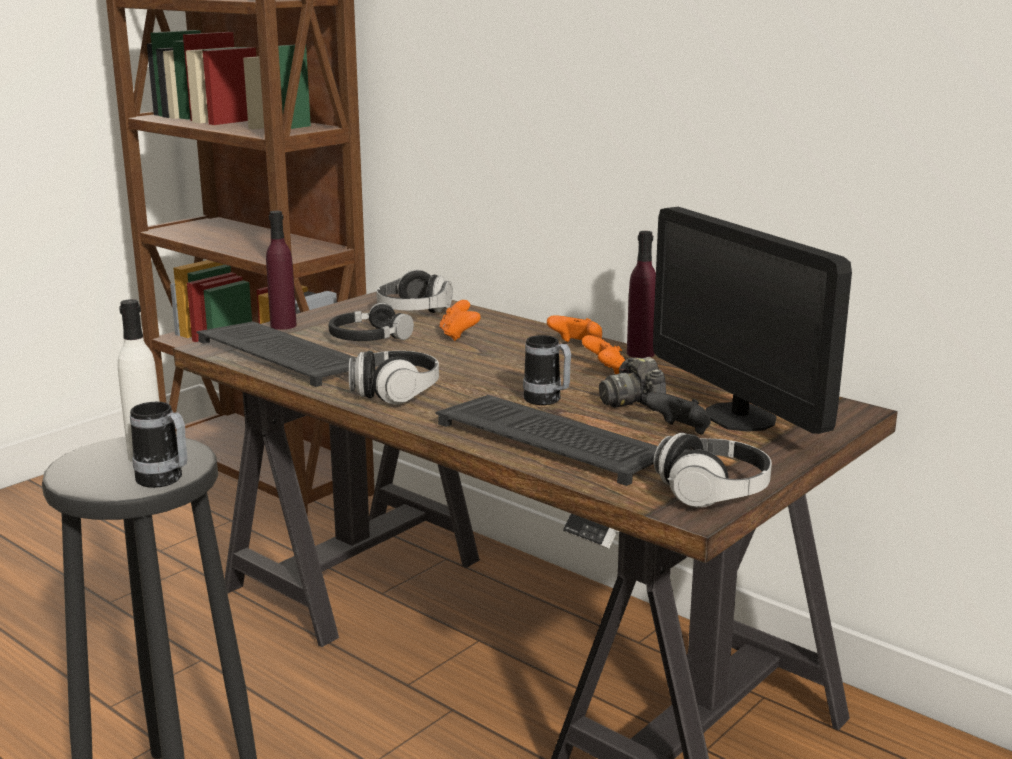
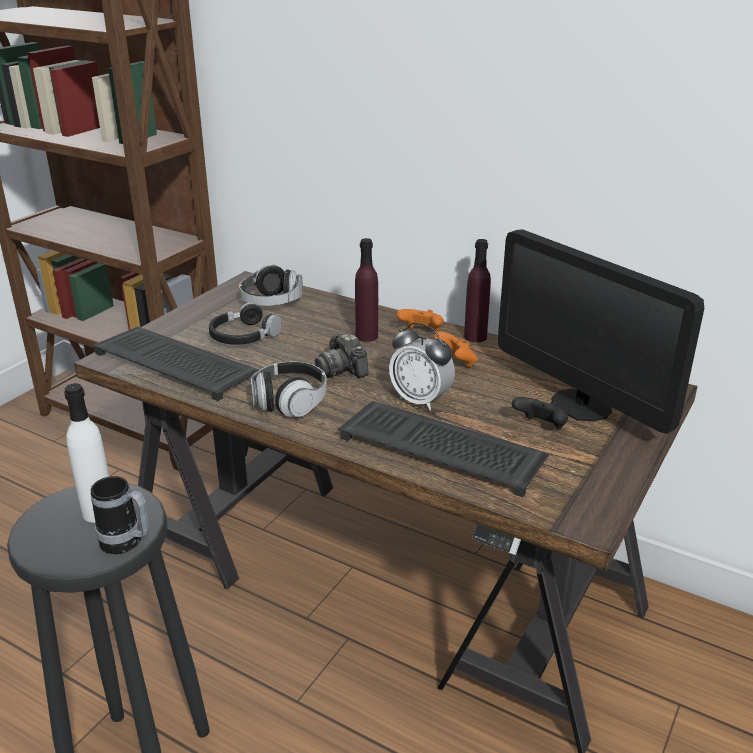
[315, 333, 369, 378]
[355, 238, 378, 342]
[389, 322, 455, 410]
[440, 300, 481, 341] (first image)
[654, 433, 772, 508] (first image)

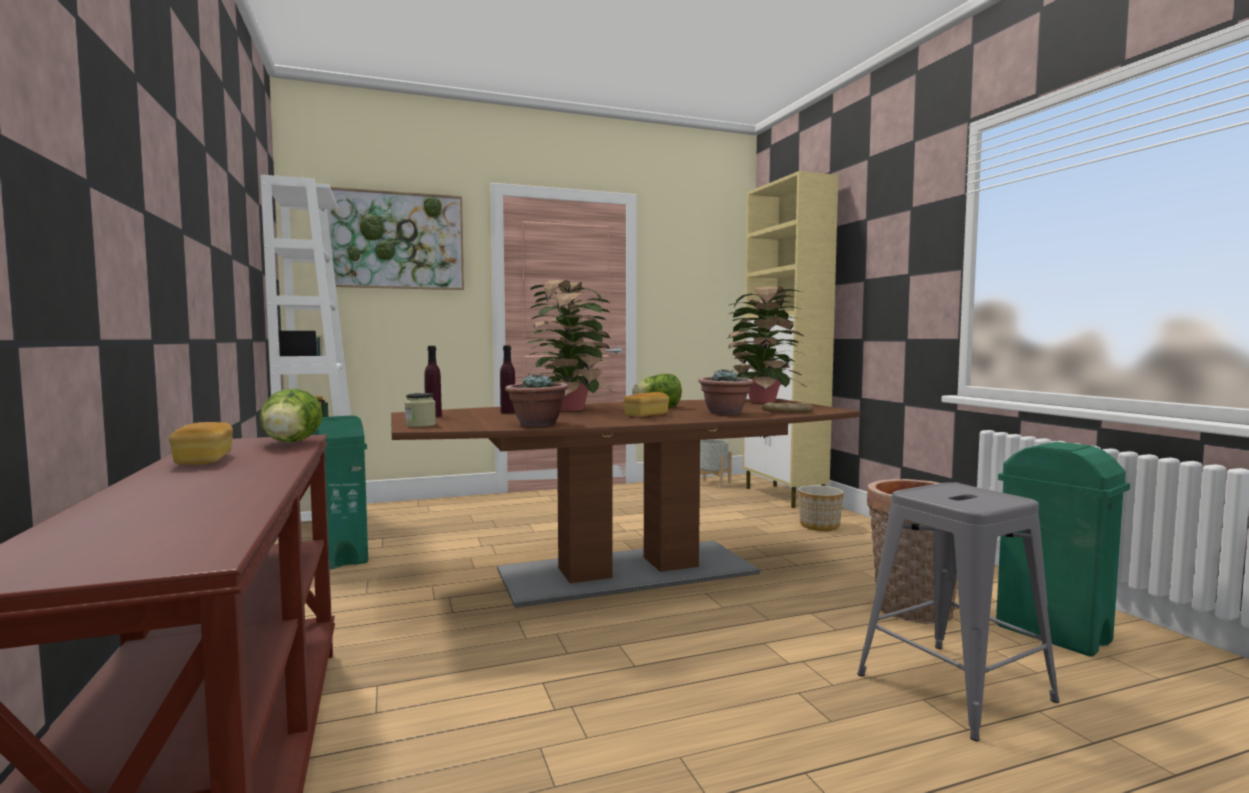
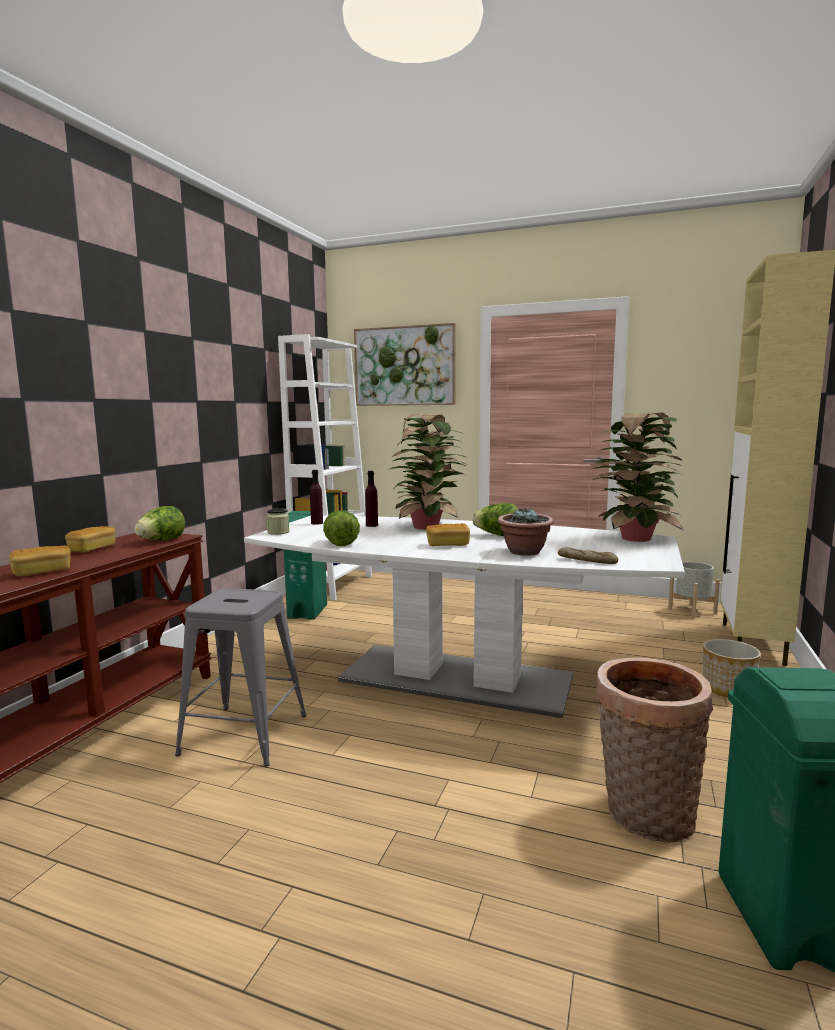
[9, 546, 71, 576]
[175, 588, 306, 766]
[244, 516, 685, 718]
[323, 511, 360, 546]

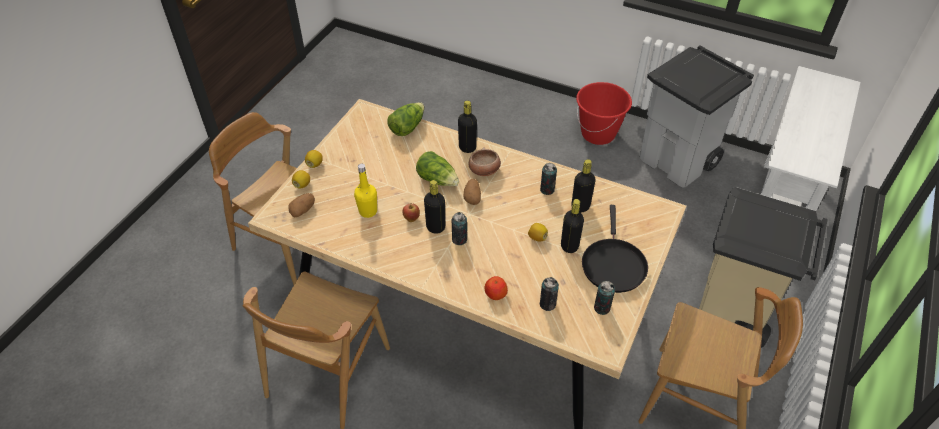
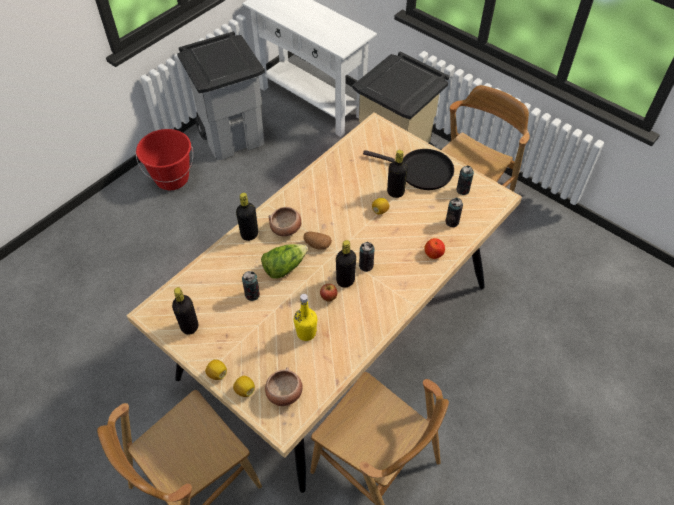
[172, 287, 198, 335]
[242, 271, 260, 301]
[265, 367, 303, 406]
[387, 102, 424, 136] (first image)

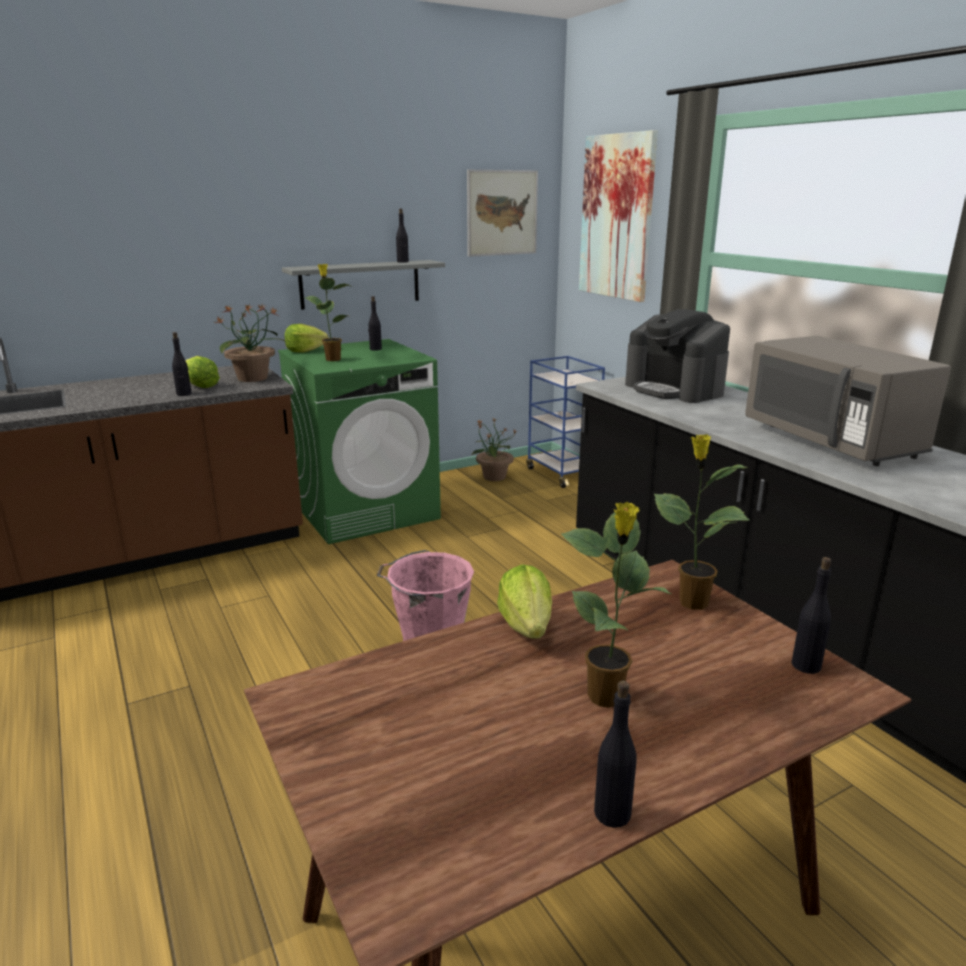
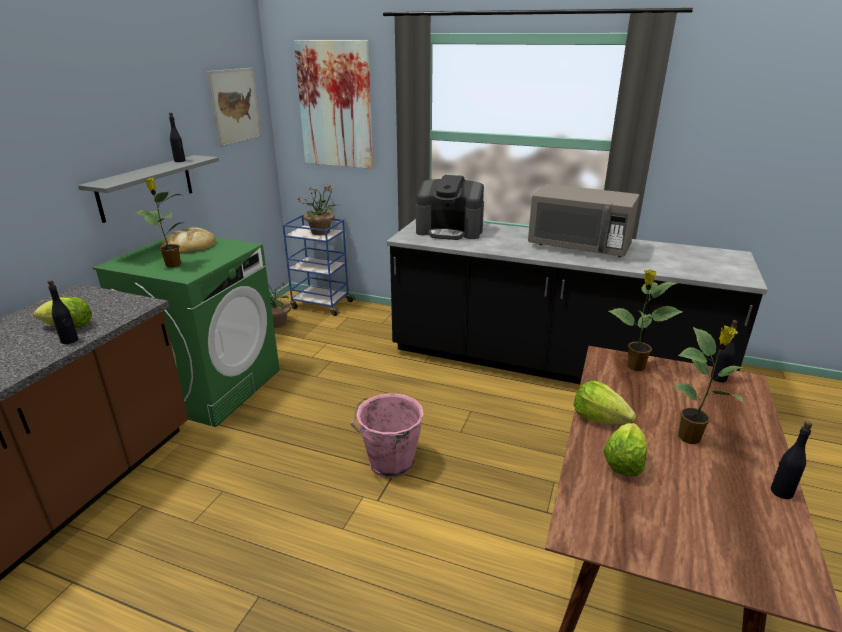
[161, 228, 216, 253]
[298, 184, 338, 235]
[603, 423, 647, 477]

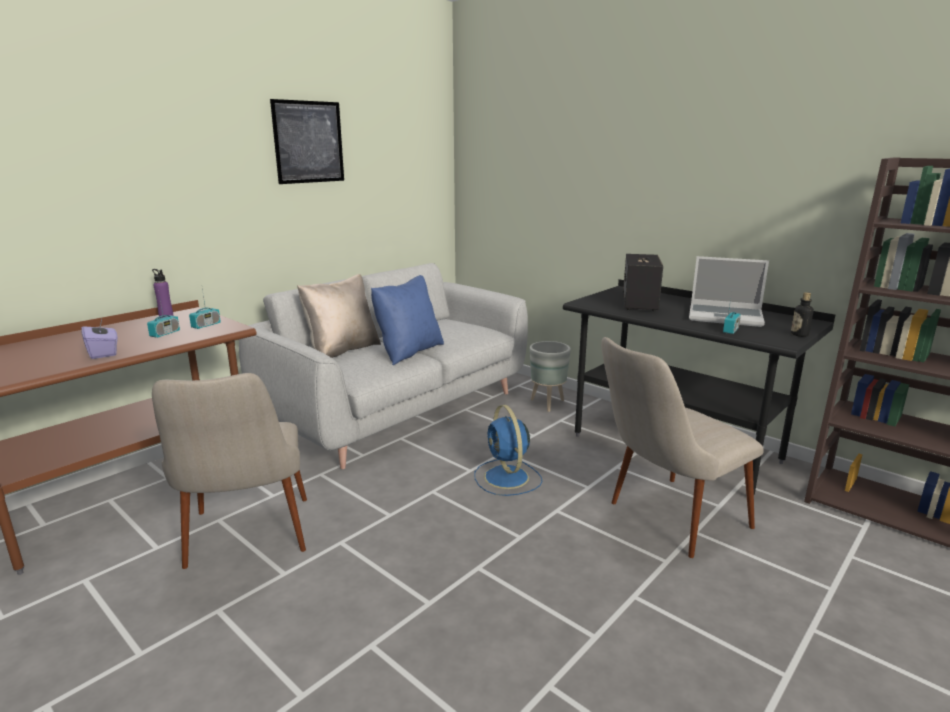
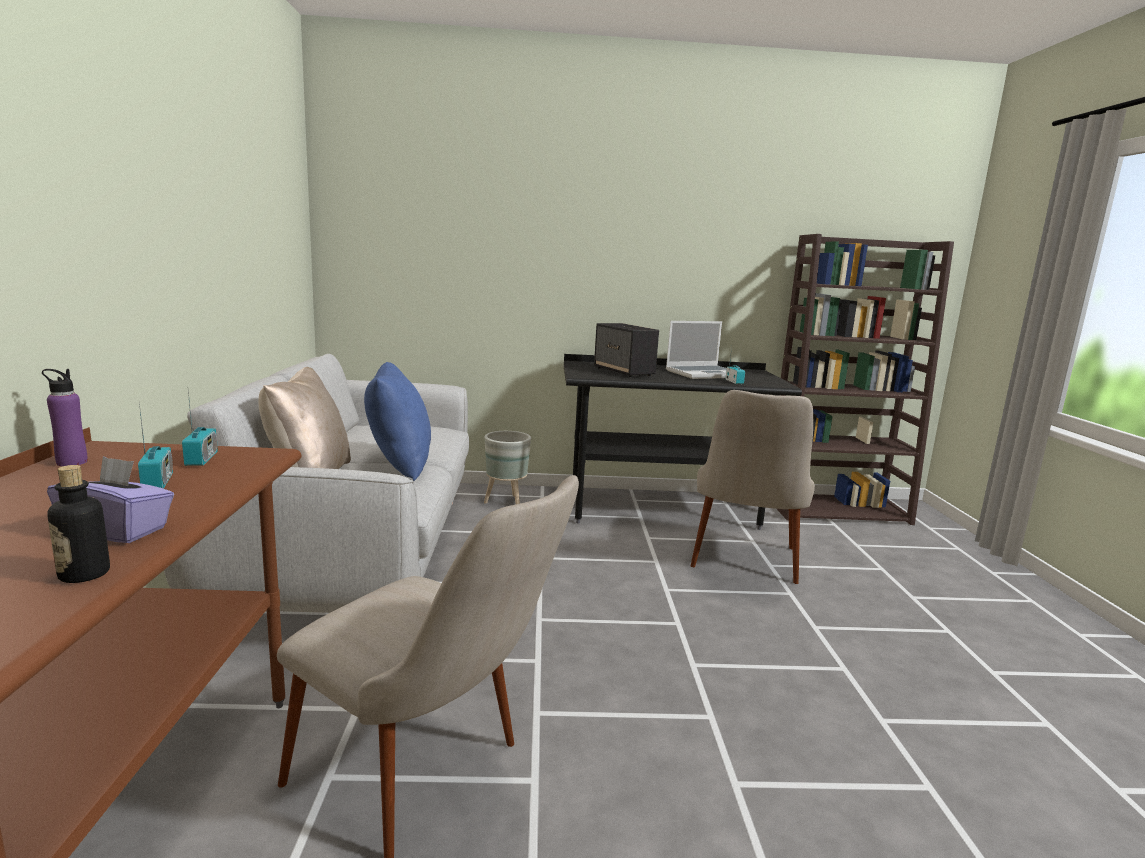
[47, 465, 110, 583]
[270, 99, 344, 184] (first image)
[475, 405, 542, 496] (first image)

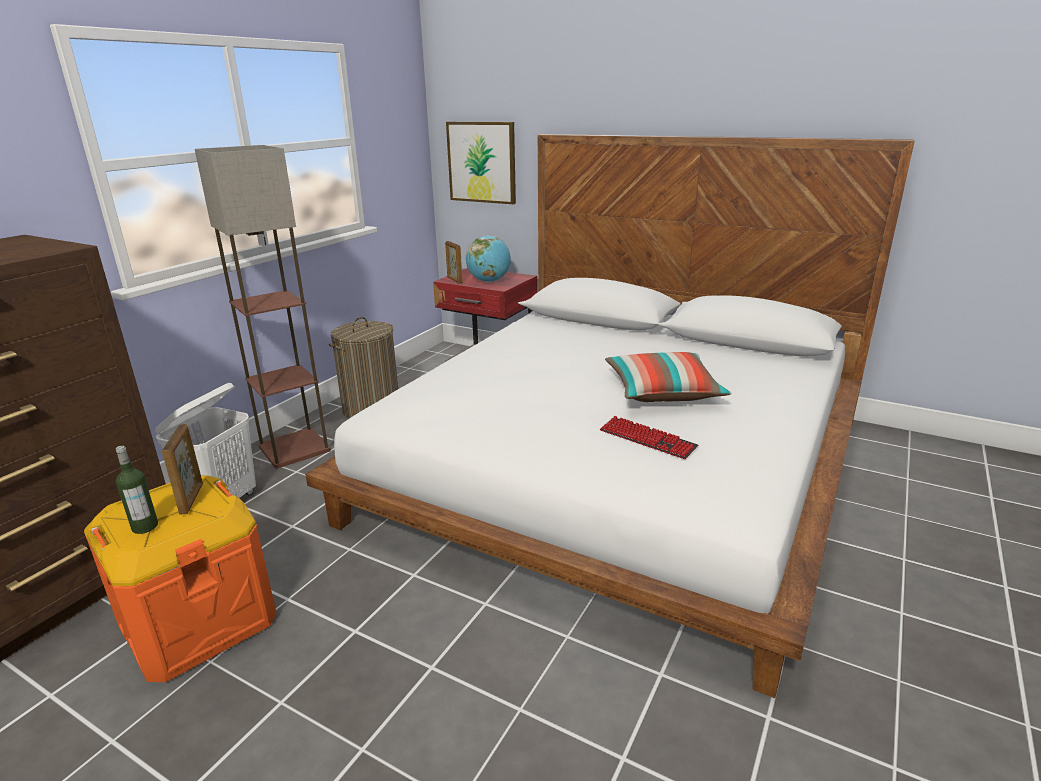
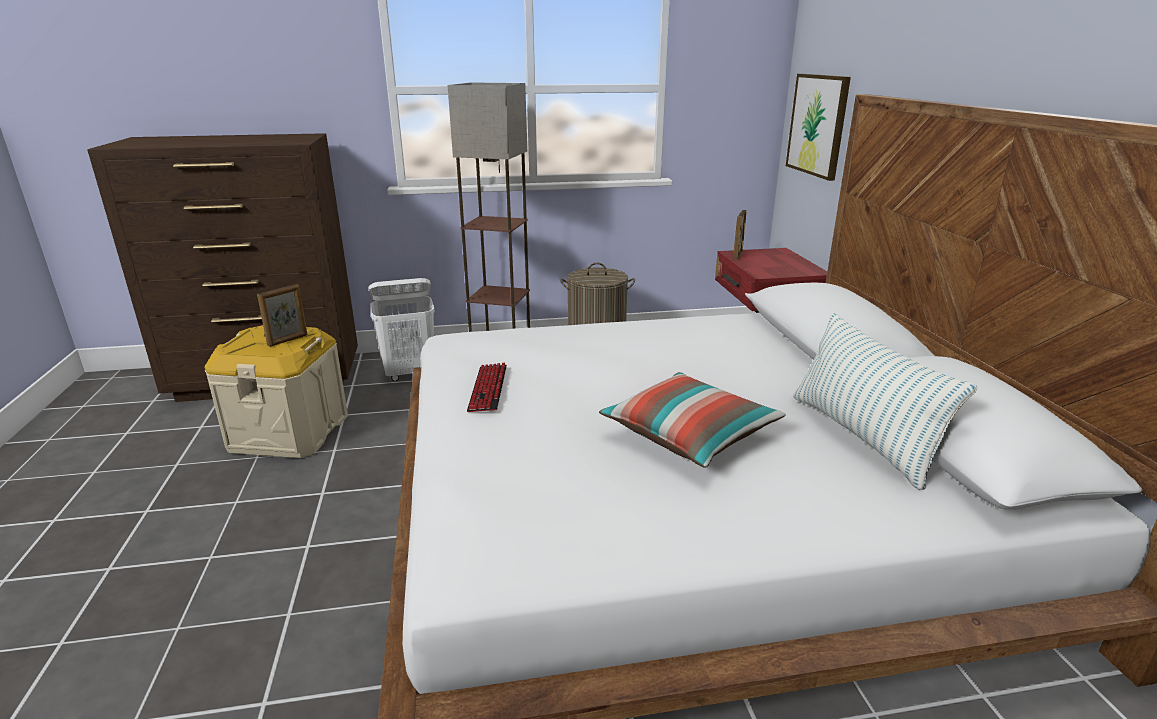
[204, 325, 348, 458]
[467, 363, 507, 412]
[793, 312, 977, 490]
[116, 446, 158, 534] (first image)
[466, 235, 511, 282] (first image)

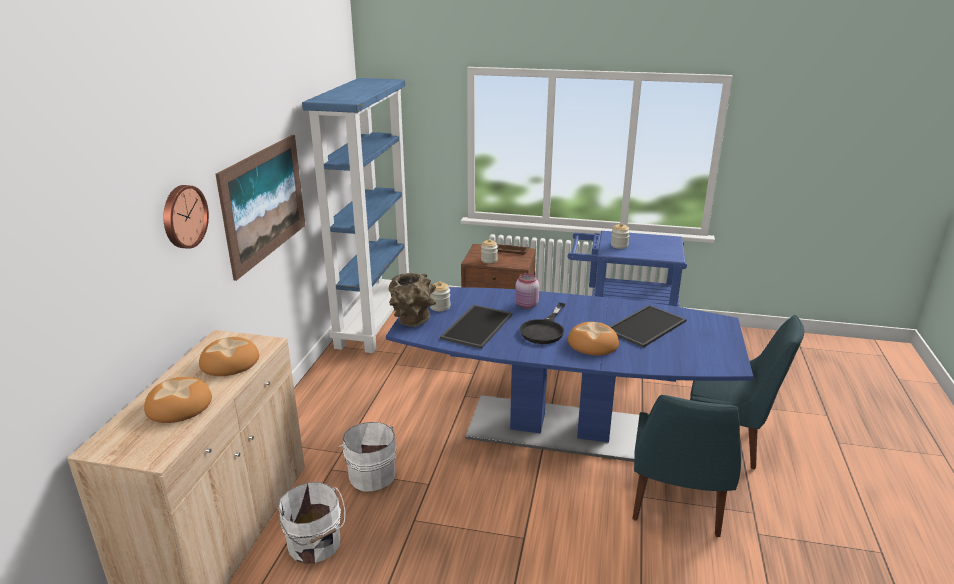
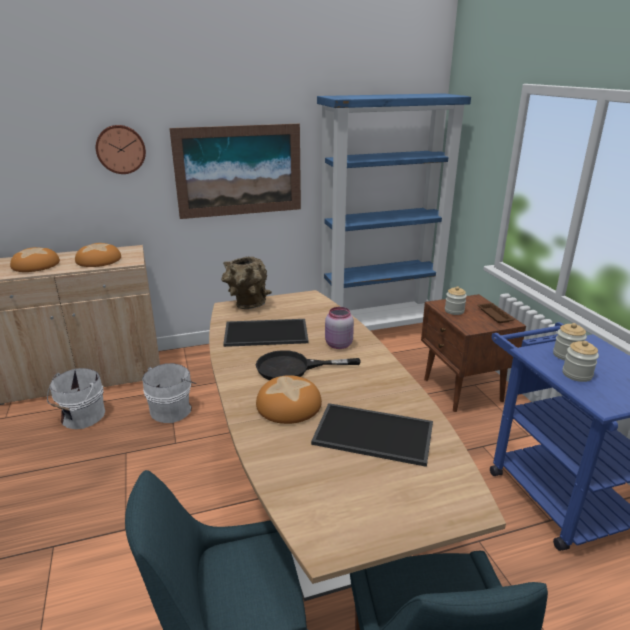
[209, 290, 506, 601]
[563, 341, 599, 382]

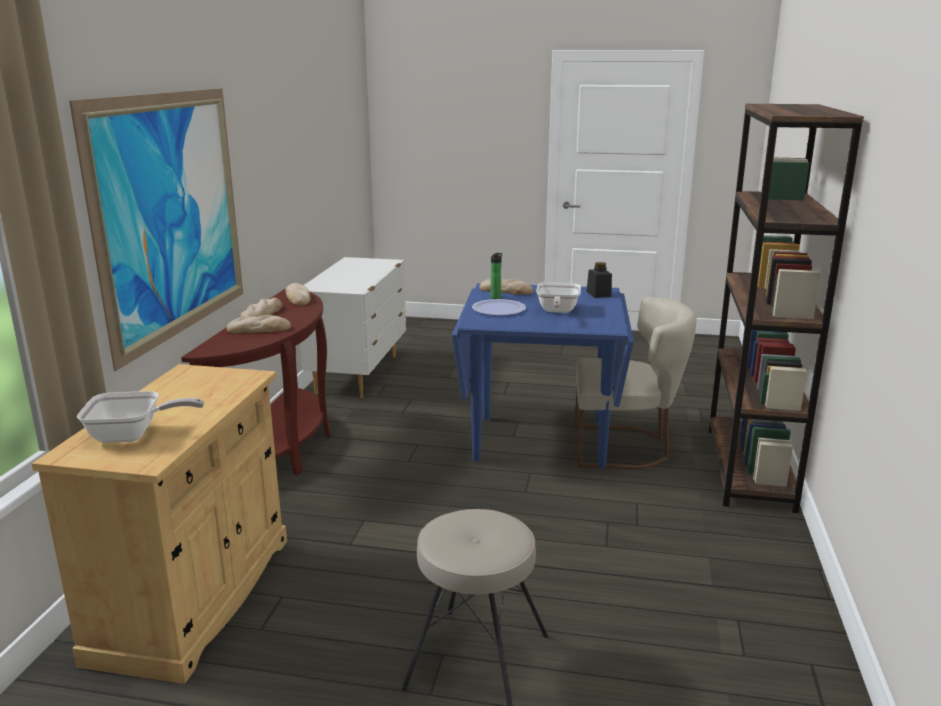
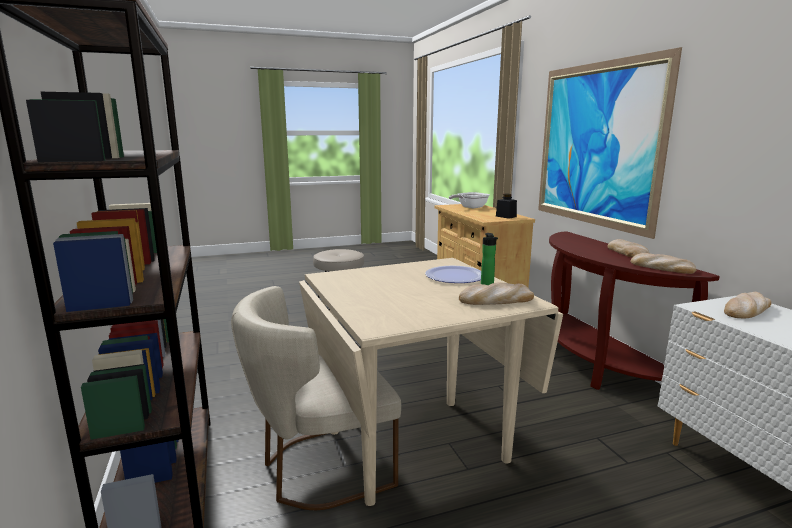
[299, 258, 563, 506]
[496, 194, 517, 219]
[724, 292, 771, 318]
[536, 282, 581, 313] (first image)

